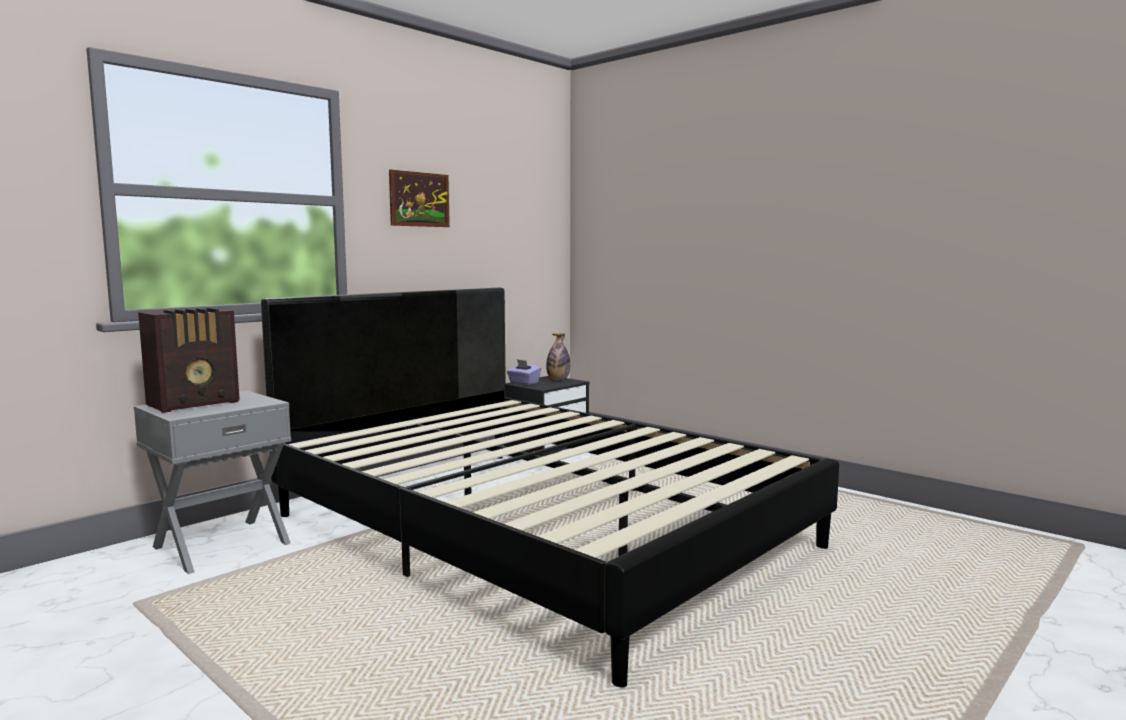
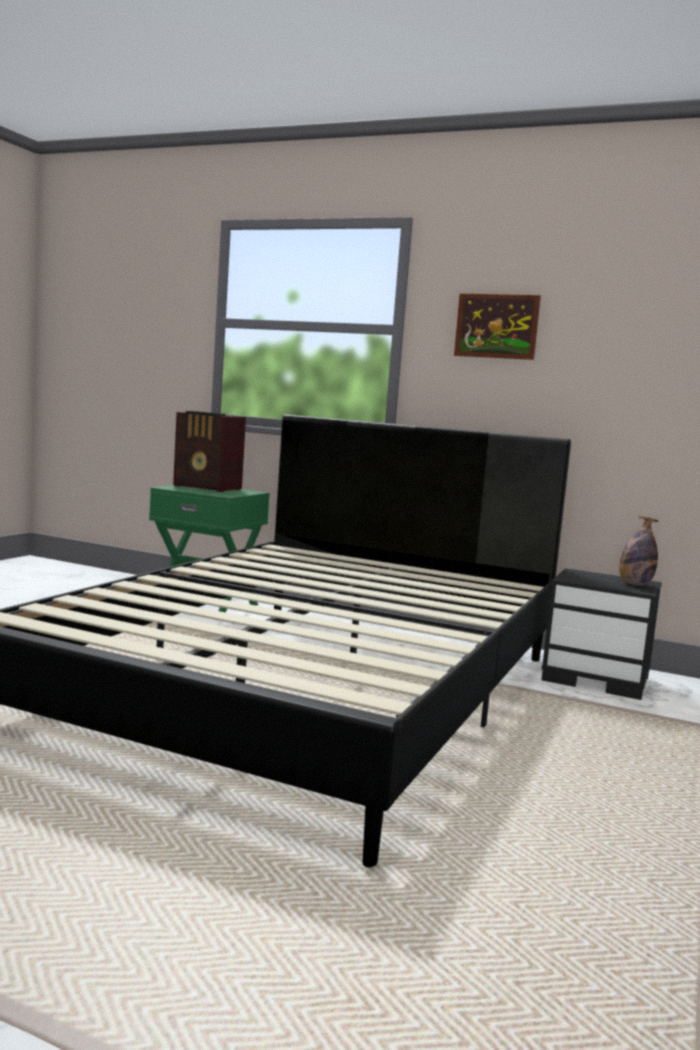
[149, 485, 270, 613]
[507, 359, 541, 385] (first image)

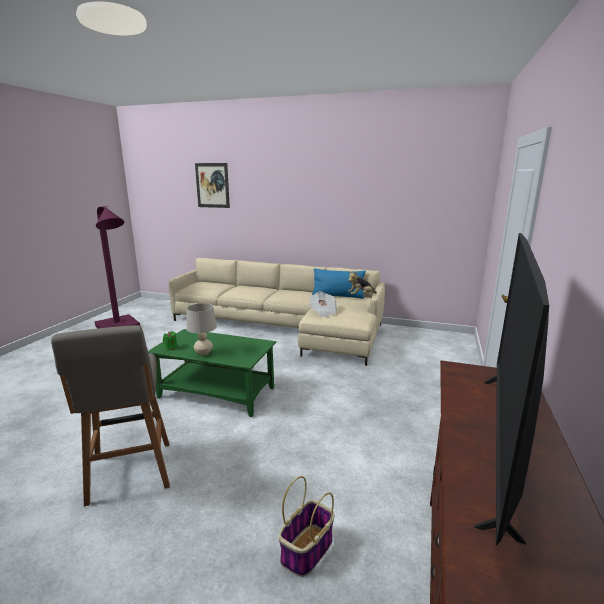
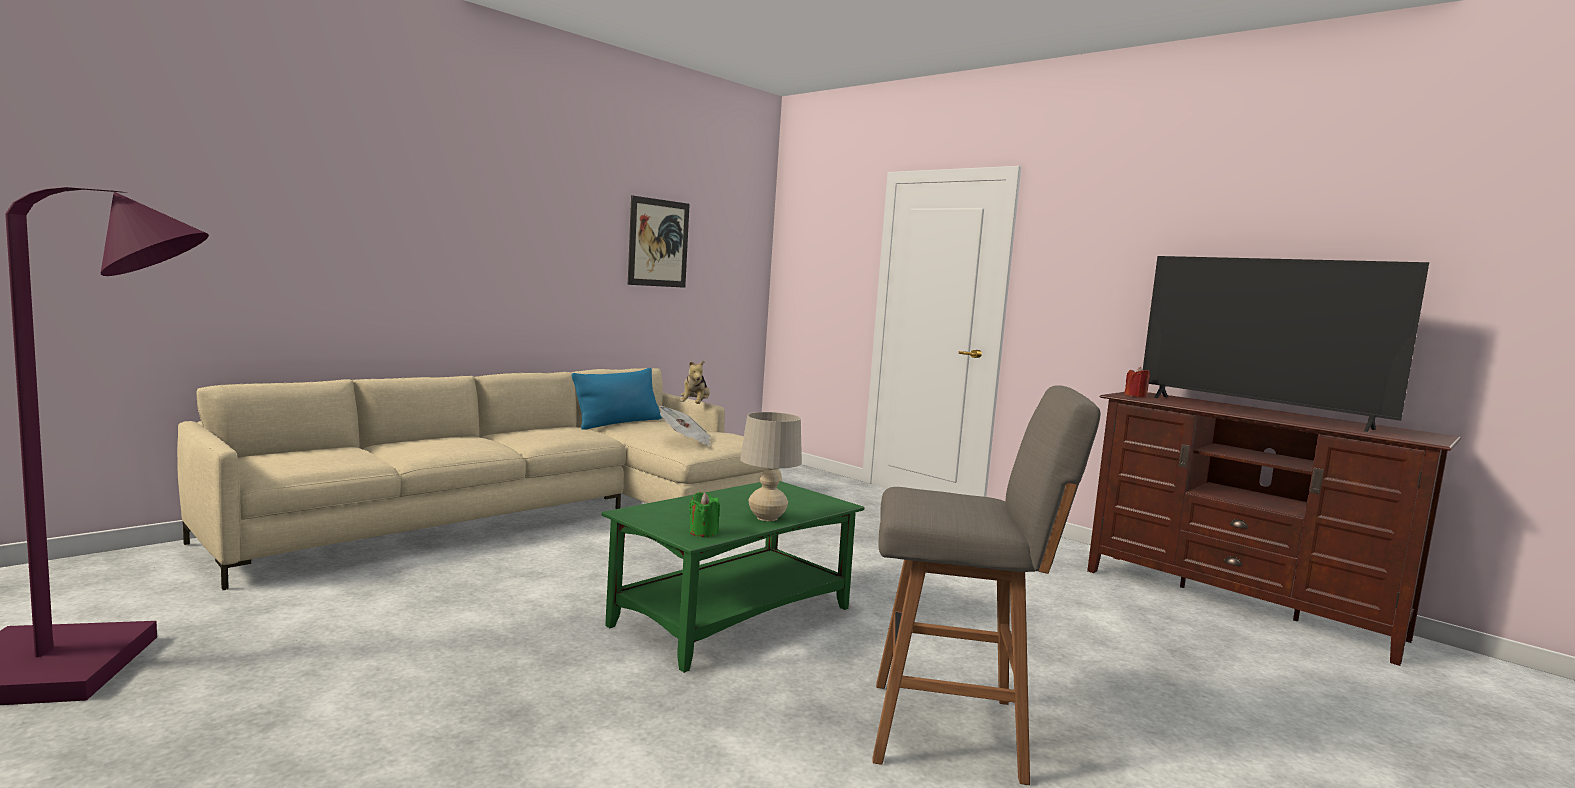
[628, 195, 690, 288]
[1124, 367, 1150, 398]
[278, 476, 334, 577] (first image)

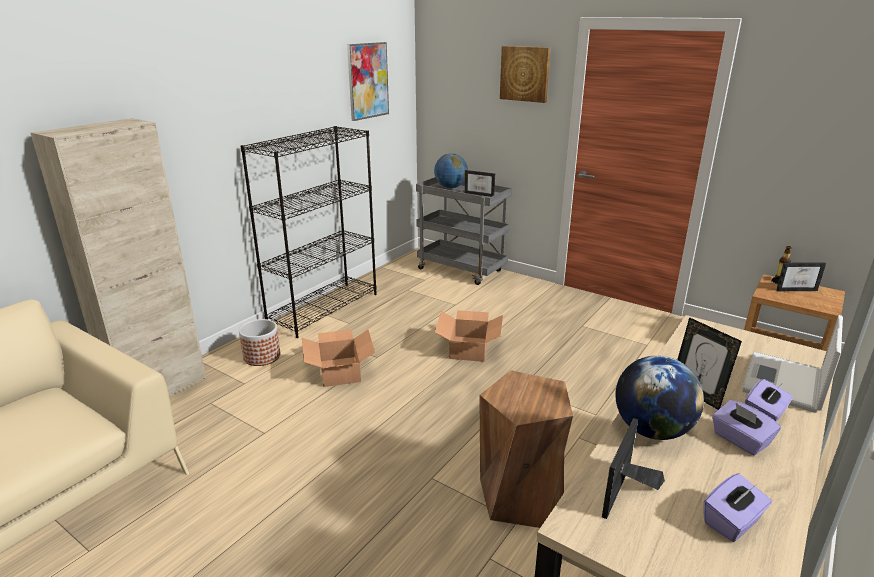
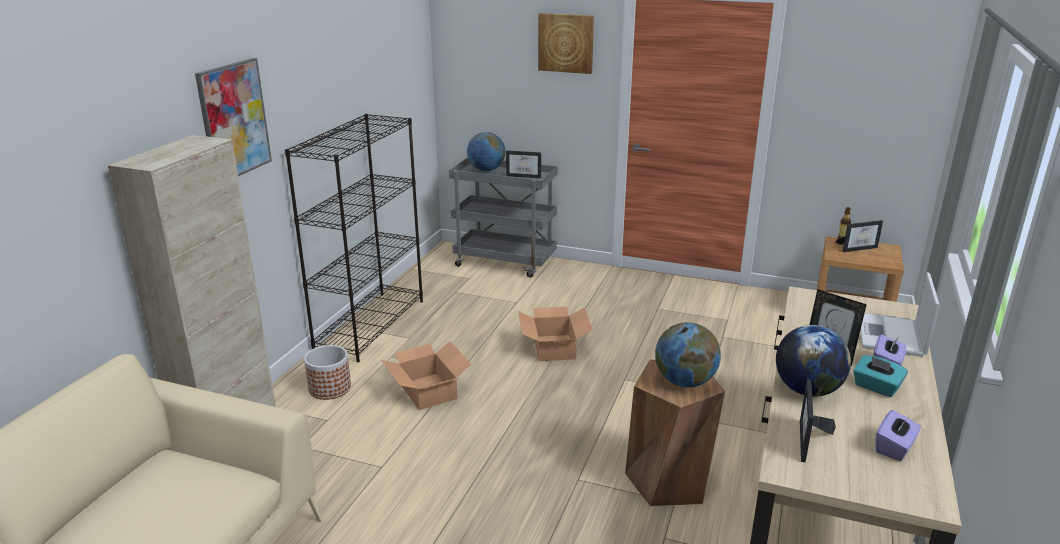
[195, 58, 272, 176]
[655, 322, 721, 387]
[853, 355, 908, 397]

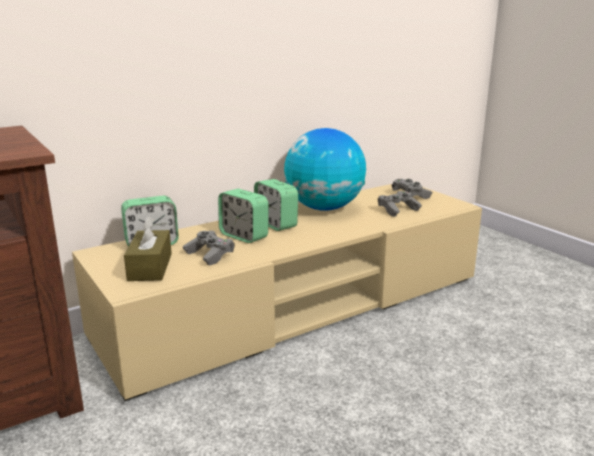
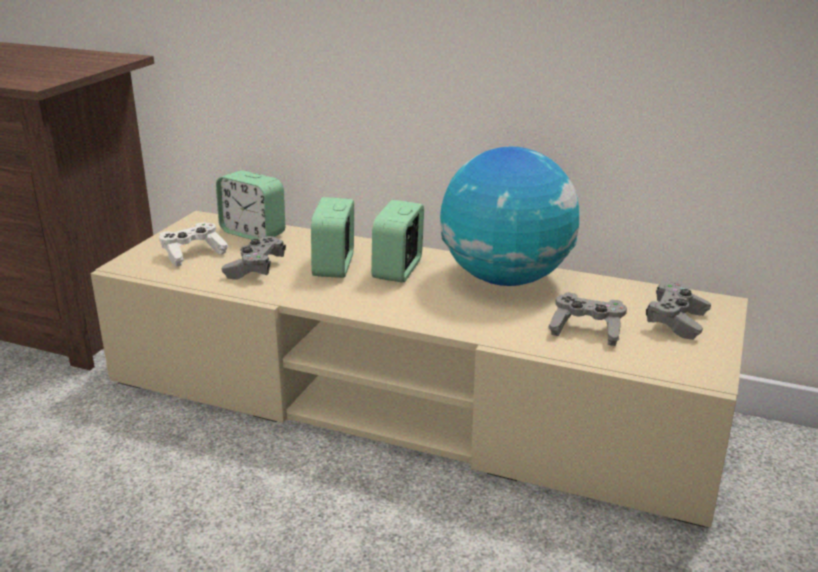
[159, 222, 228, 267]

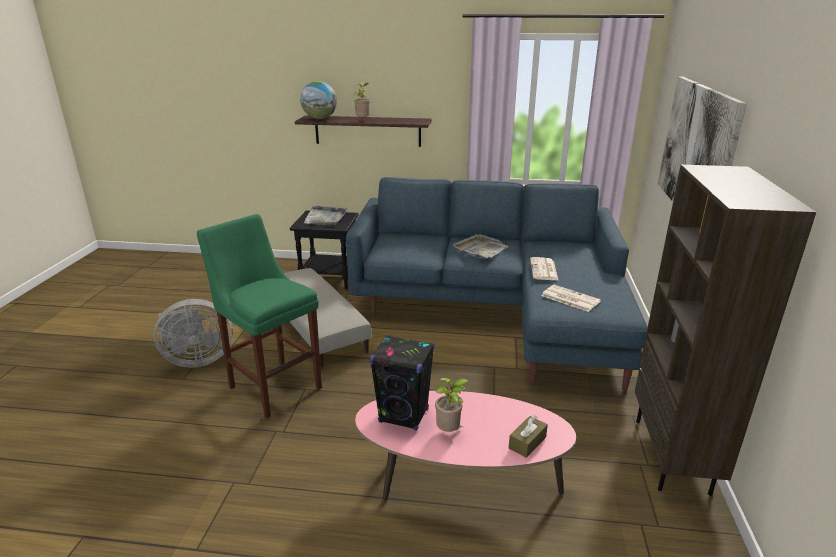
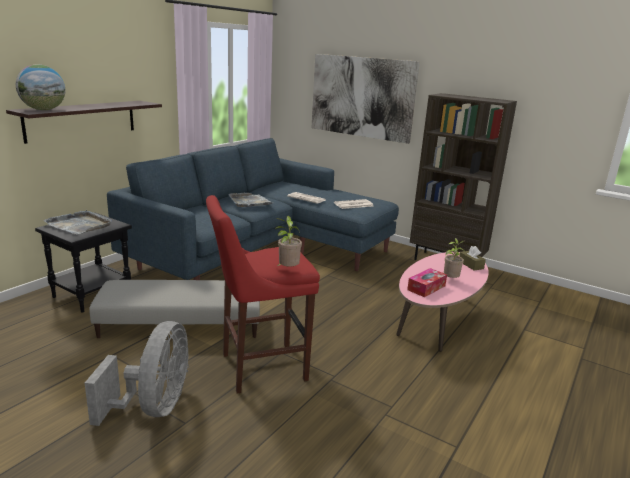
[206, 195, 320, 394]
[275, 216, 302, 267]
[407, 268, 447, 297]

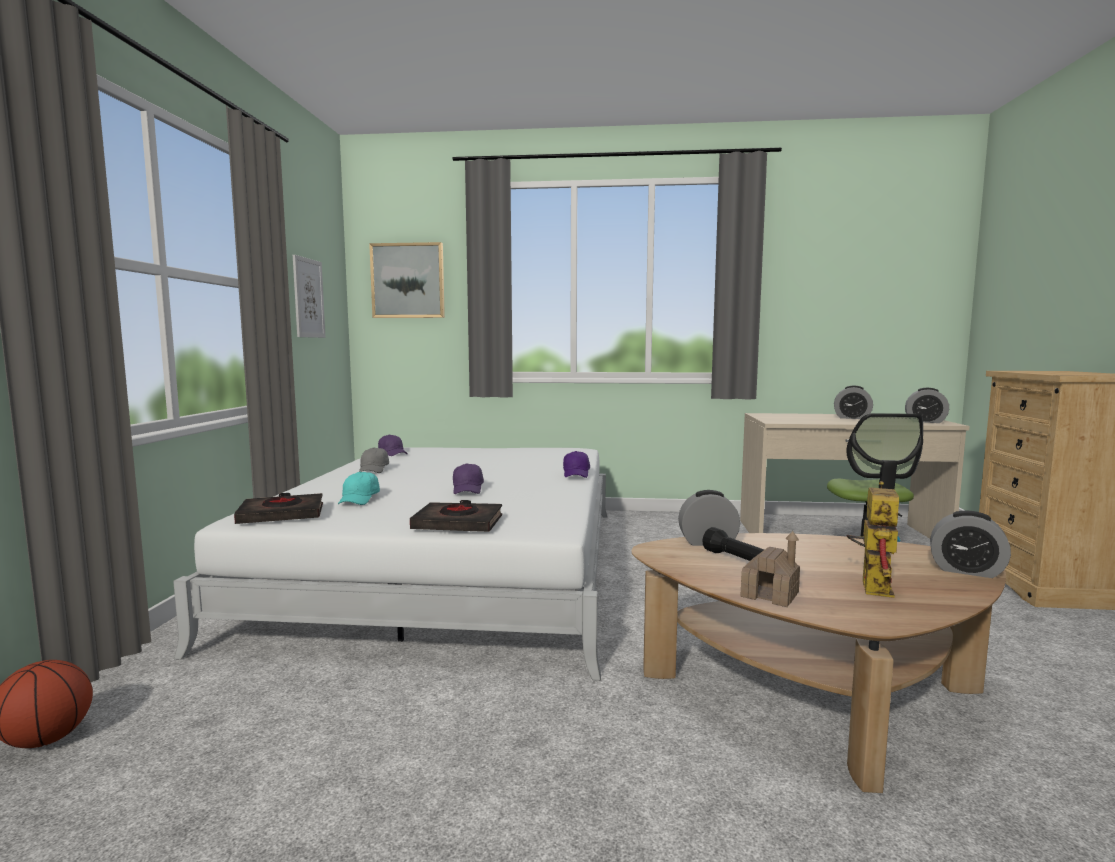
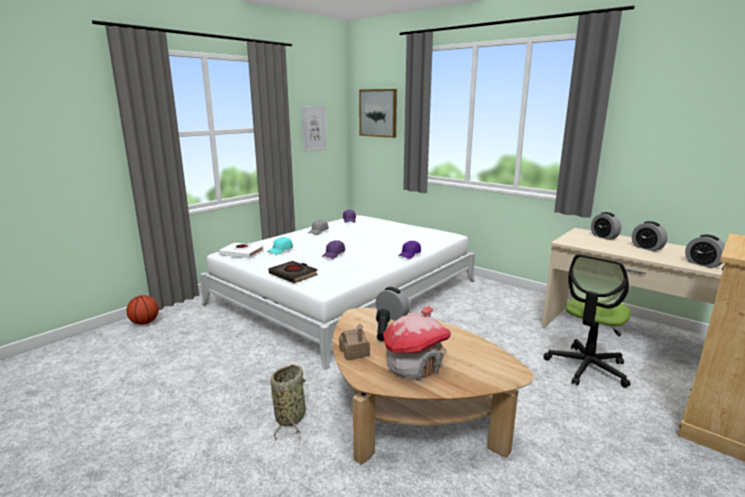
[218, 243, 264, 258]
[271, 364, 307, 439]
[383, 307, 451, 381]
[591, 212, 621, 240]

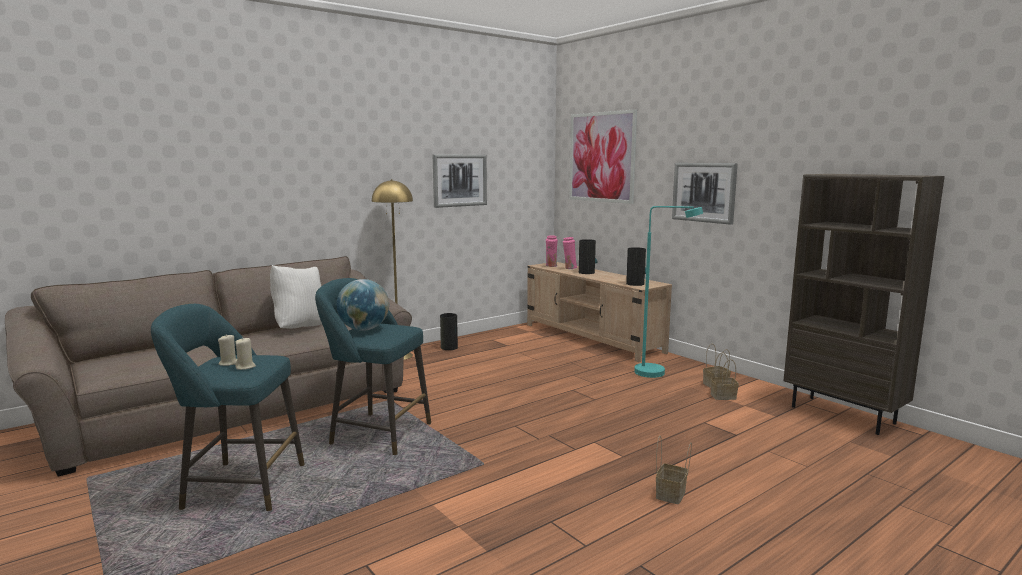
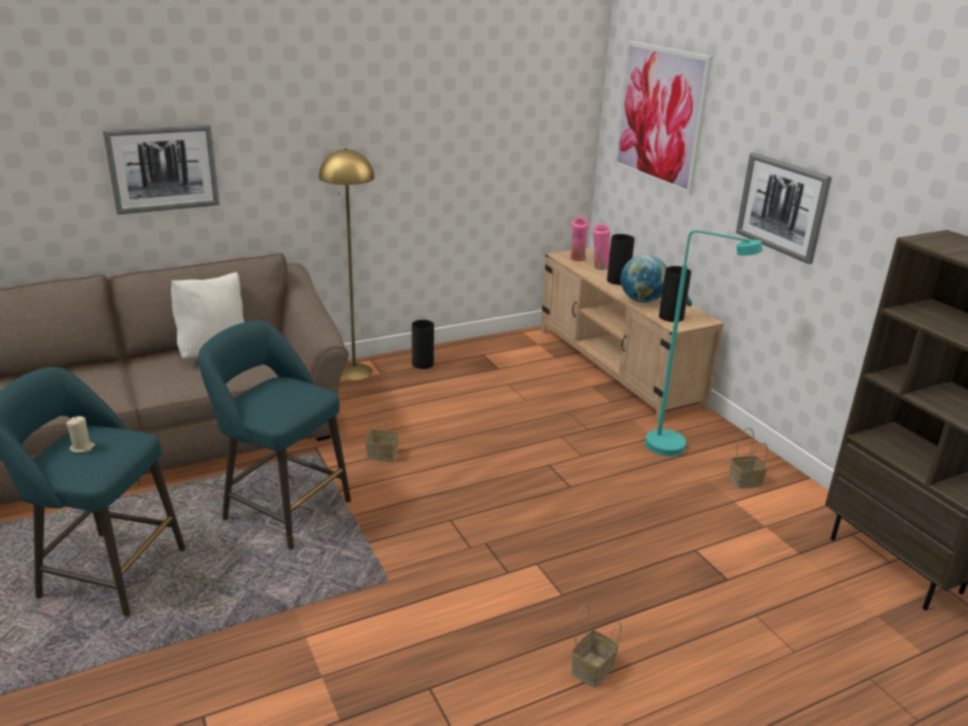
[103, 124, 220, 215]
[365, 402, 398, 462]
[621, 254, 667, 303]
[235, 338, 256, 370] (first image)

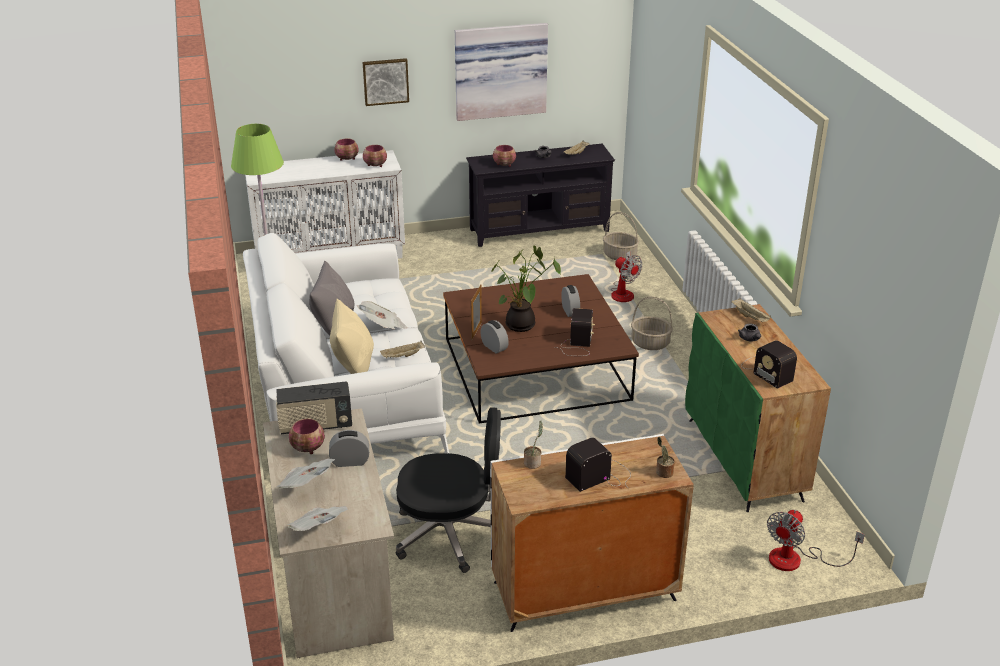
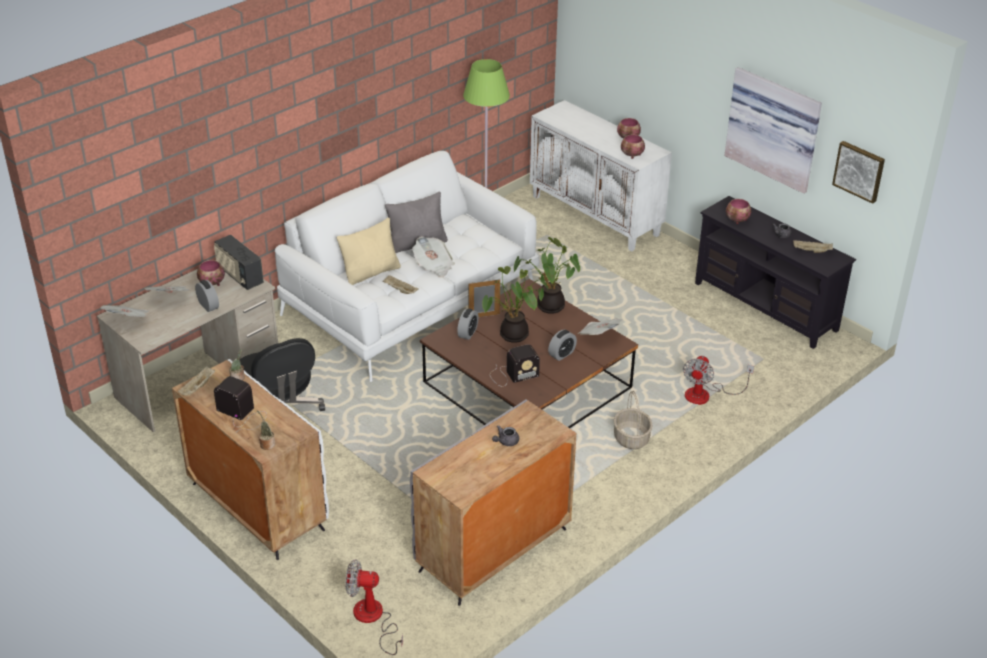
[178, 366, 215, 396]
[410, 399, 576, 606]
[514, 237, 580, 314]
[577, 319, 623, 335]
[832, 141, 885, 204]
[603, 212, 639, 260] (first image)
[741, 341, 797, 389] (first image)

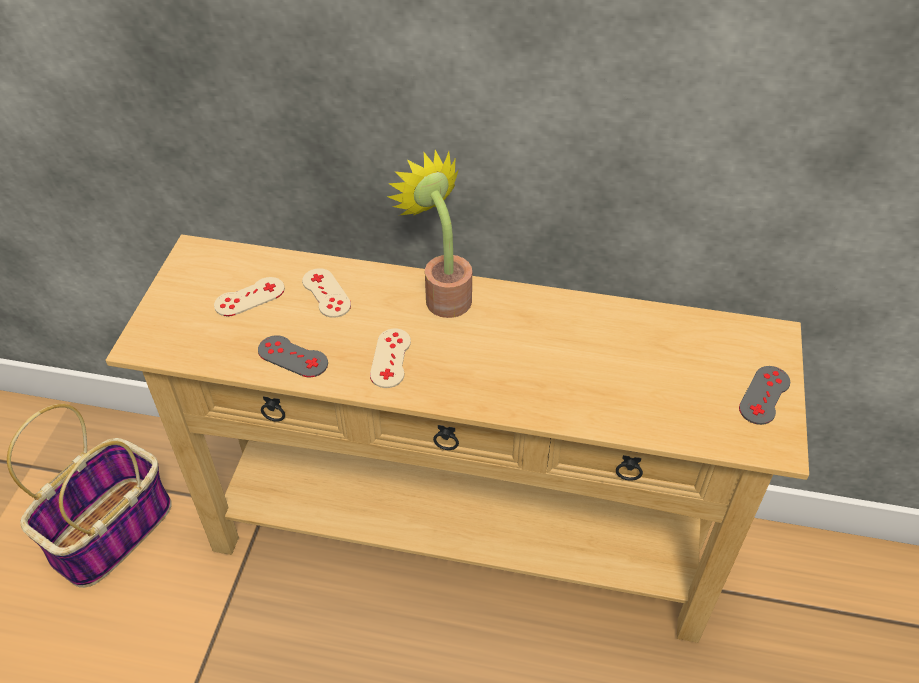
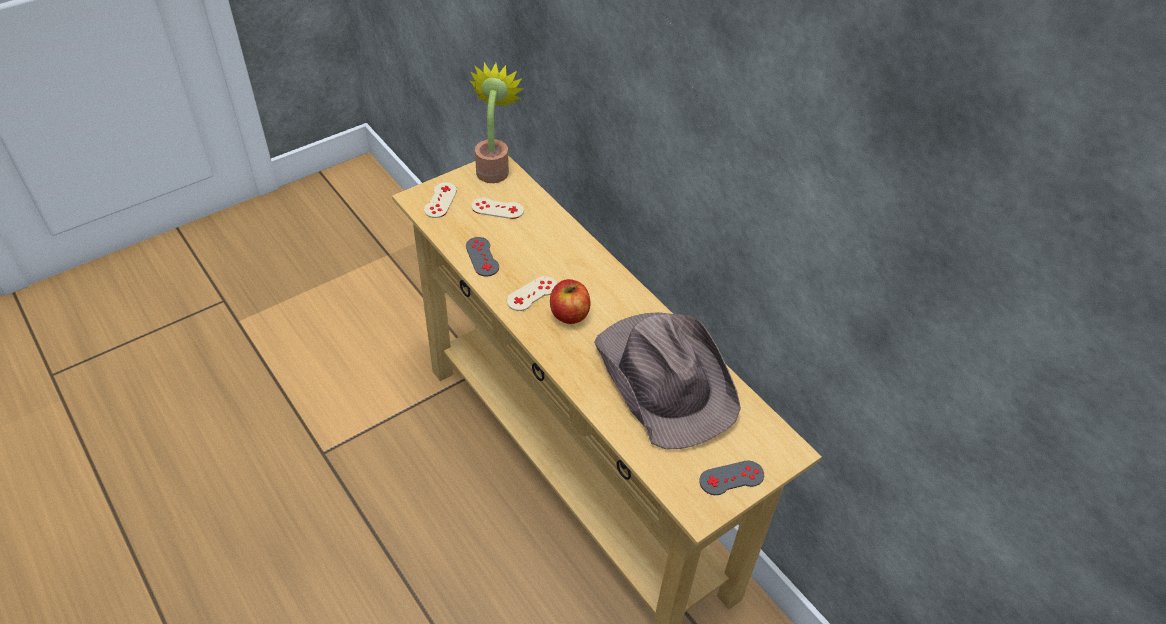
[424, 182, 457, 218]
[469, 62, 524, 183]
[550, 279, 591, 324]
[594, 312, 741, 449]
[7, 404, 172, 588] (first image)

